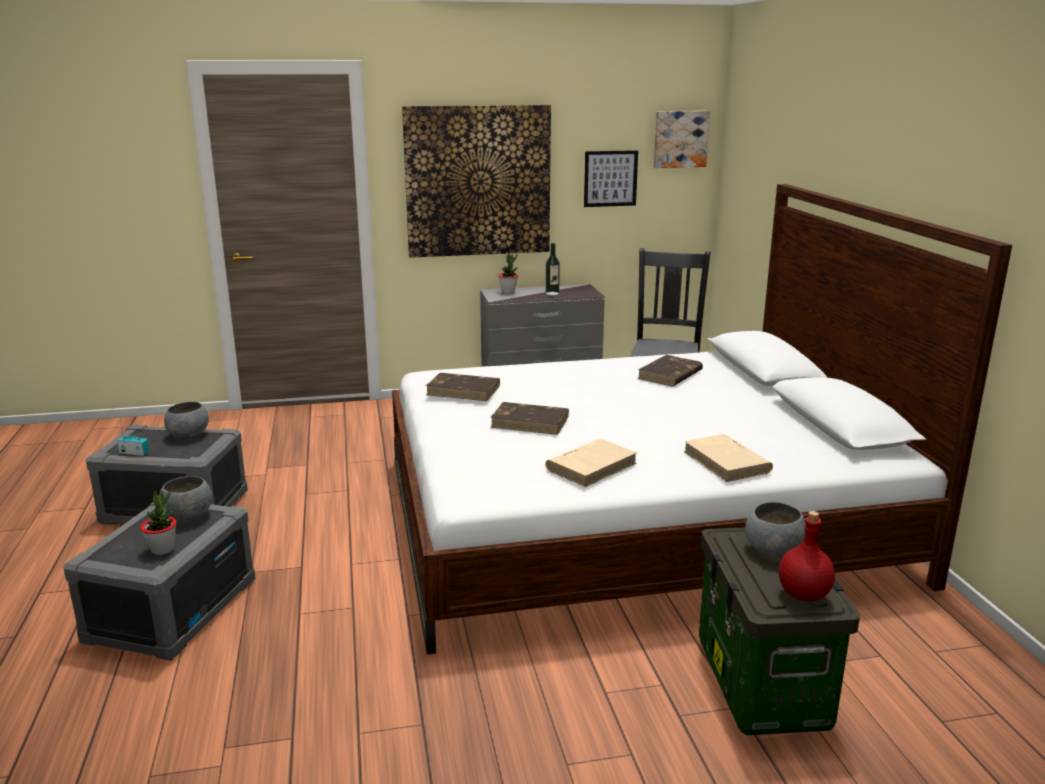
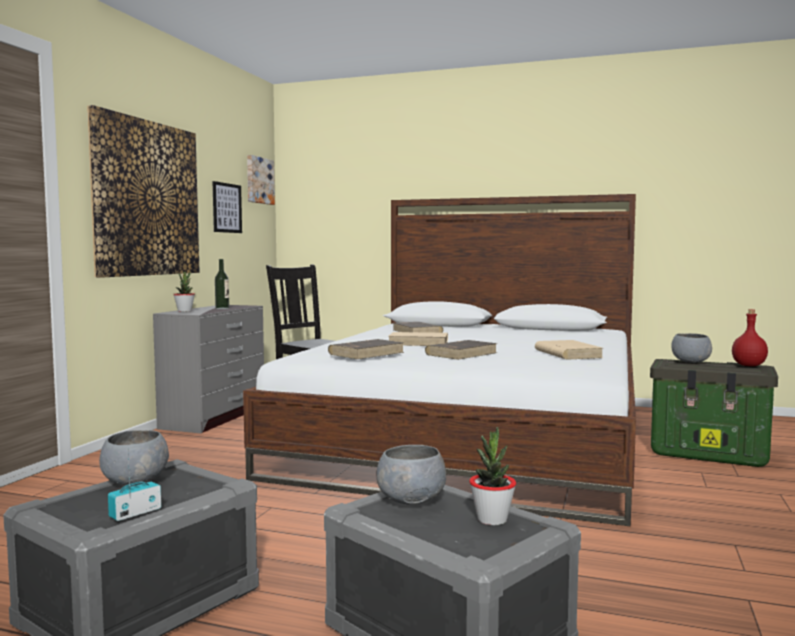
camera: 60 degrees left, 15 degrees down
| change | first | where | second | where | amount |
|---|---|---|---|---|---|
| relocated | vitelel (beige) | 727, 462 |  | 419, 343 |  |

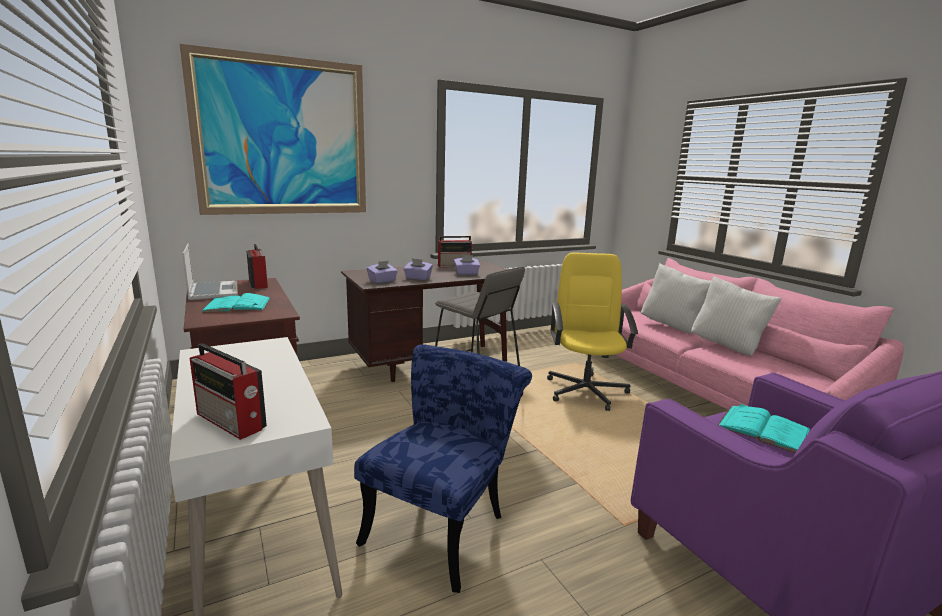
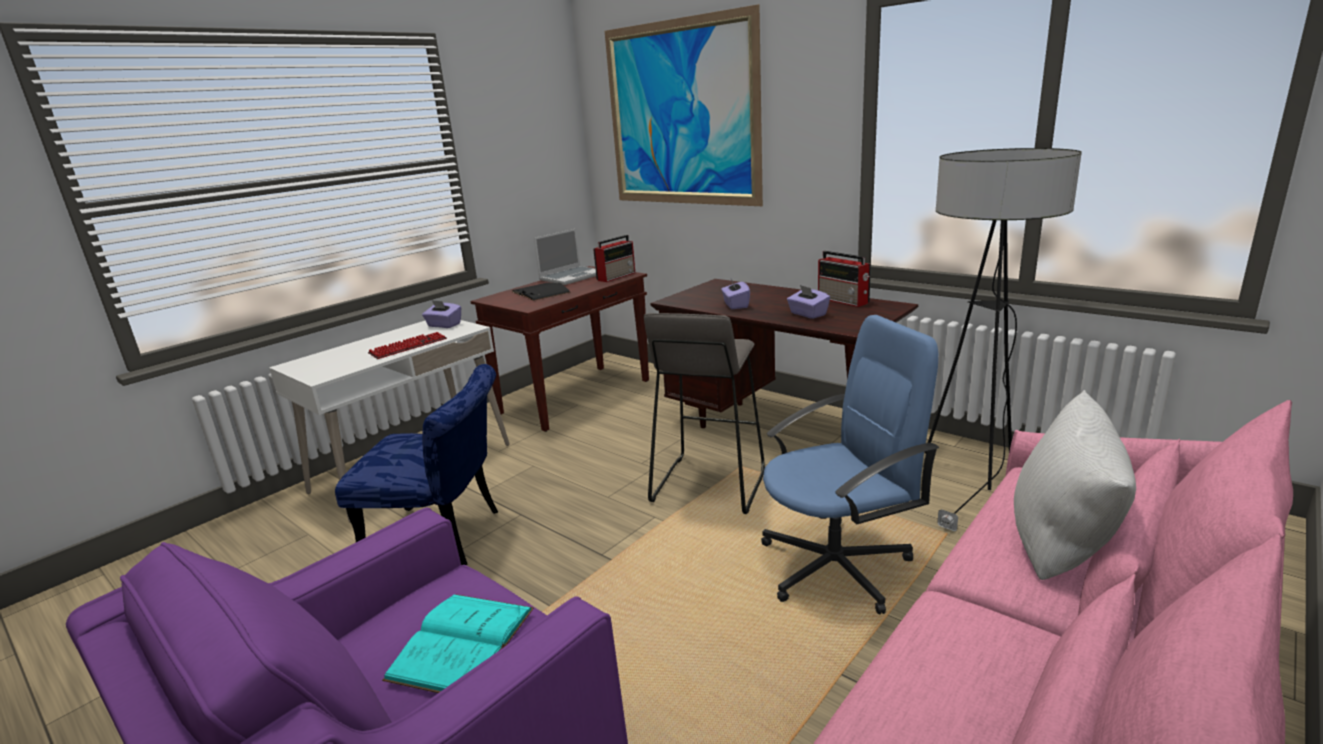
camera: 70 degrees right, 5 degrees up
| change | first | where | second | where | amount |
|---|---|---|---|---|---|
| missing | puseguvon | 231, 421 |  |  |  |
| missing | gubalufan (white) | 727, 347 |  |  |  |
| appeared |  |  | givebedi | 408, 347 |  |
| appeared |  |  | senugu | 973, 473 |  |
| relocated | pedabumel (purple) | 382, 281 |  | 444, 325 |  |
| colour | vitelel (turquoise) | 237, 305 | vitelel (black) | 540, 292 |  |
| colour | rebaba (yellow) | 586, 391 | rebaba (blue) | 837, 566 |  |

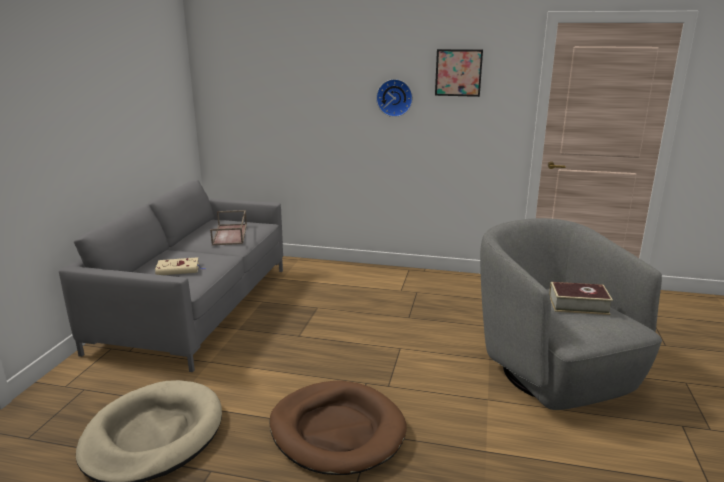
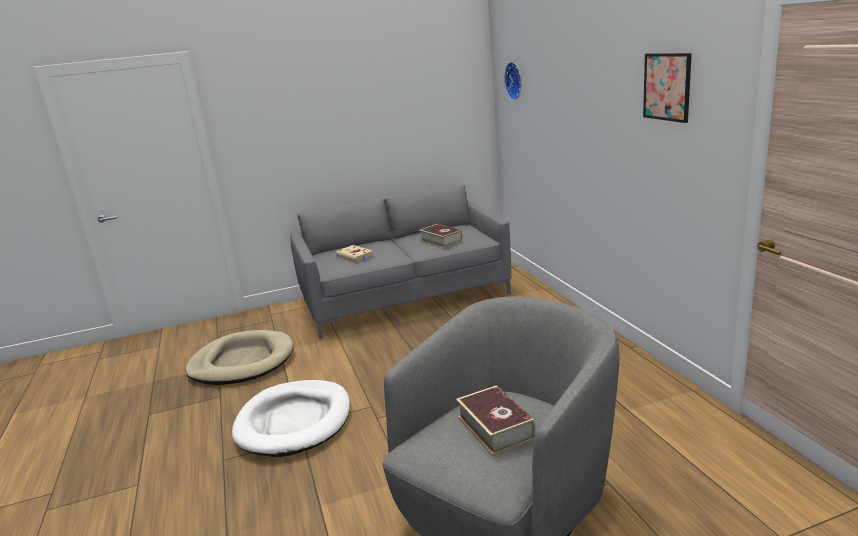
camera: 60 degrees right, 0 degrees up
| change | first | where | second | where | amount |
|---|---|---|---|---|---|
| relocated | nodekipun | 394, 97 |  | 515, 80 |  |
| exchanged | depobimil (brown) | 230, 234 | vitelel | 441, 240 |  |
| colour | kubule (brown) | 337, 431 | kubule (white) | 294, 421 |  |

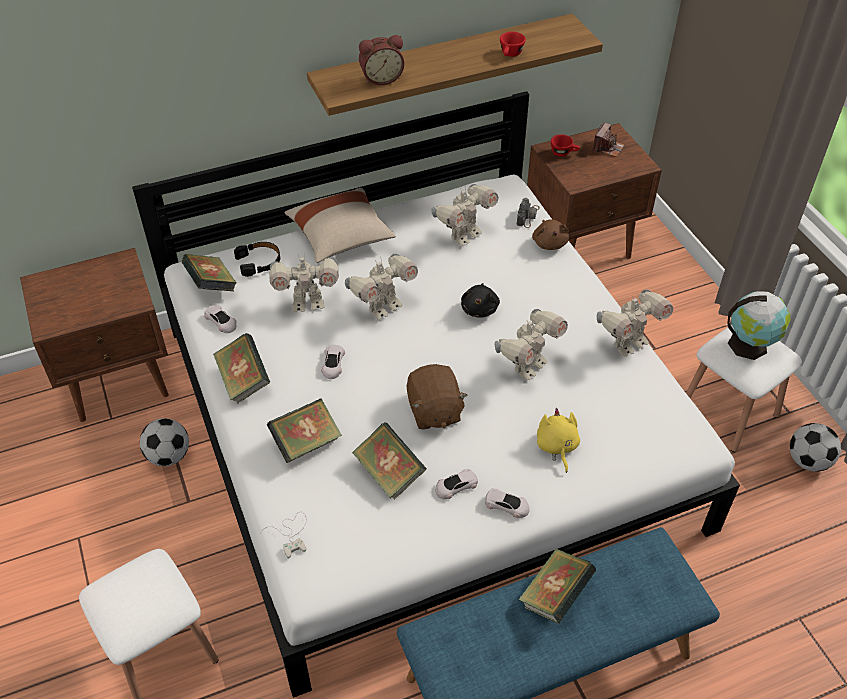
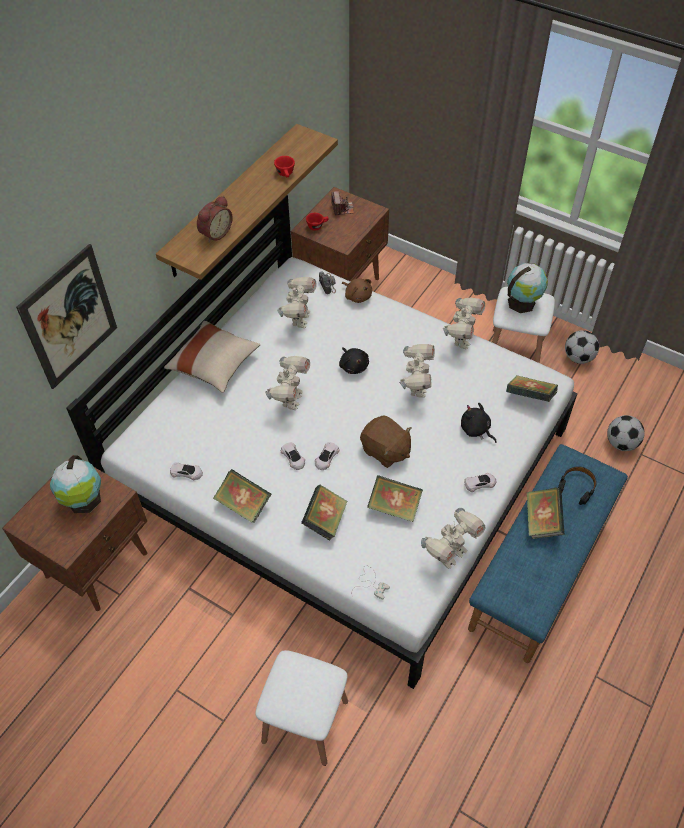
camera: 35 degrees left, 5 degrees up
| change | first | where | second | where | amount |
|---|---|---|---|---|---|
| appeared |  |  | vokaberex | 69, 317 |  |
| appeared |  |  | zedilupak | 84, 501 |  |
| relocated | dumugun | 168, 456 |  | 621, 443 |  |
| relocated | vitelel | 211, 285 |  | 529, 397 |  |
| relocated | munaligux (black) | 259, 262 |  | 577, 486 |  |
| relocated | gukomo | 307, 303 |  | 450, 554 |  |
| relocated | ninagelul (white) | 455, 486 |  | 326, 457 |  |
| colour | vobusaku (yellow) | 556, 447 | vobusaku (black) | 476, 430 |  |

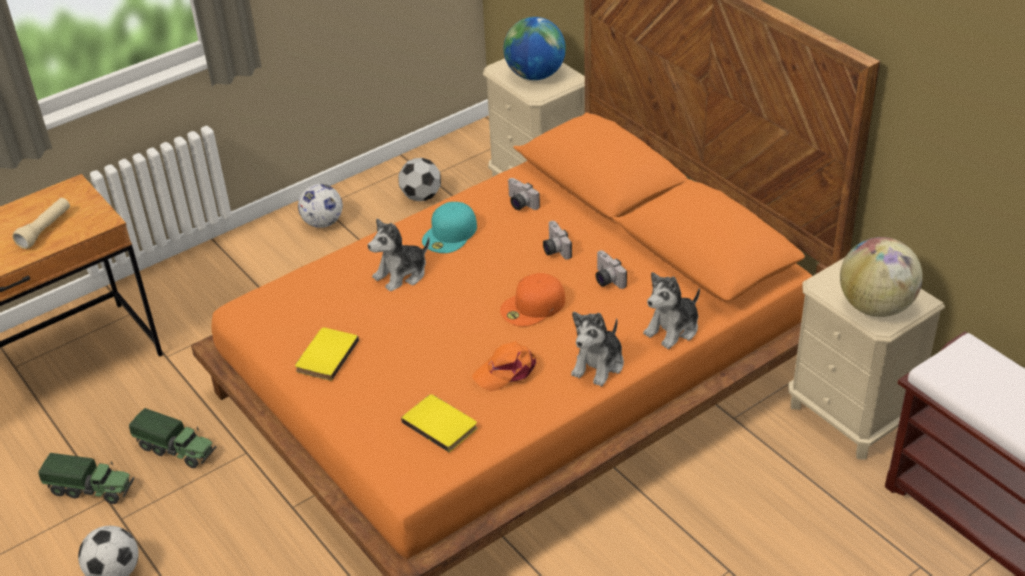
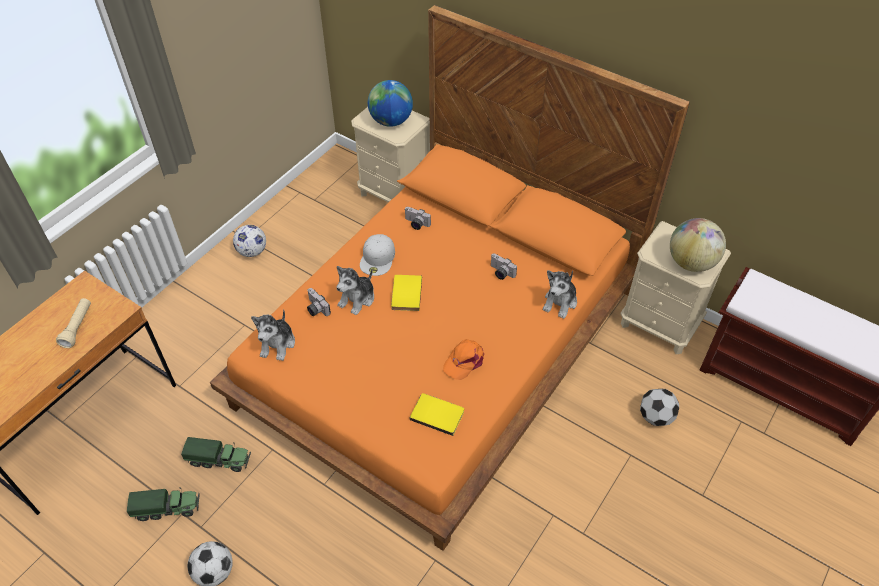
camera: 20 degrees left, 10 degrees up
| change | first | where | second | where | amount |
|---|---|---|---|---|---|
| missing | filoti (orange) | 533, 306 |  |  |  |
| relocated | vitelel (yellow) | 325, 355 |  | 405, 294 |  |
| relocated | dumugun | 421, 196 |  | 655, 417 |  |
| relocated | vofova | 554, 249 |  | 315, 309 |  |
| relocated | vobusaku | 599, 365 |  | 278, 344 |  |
| colour | filoti (turquoise) | 450, 234 | filoti (white) | 378, 258 |  |

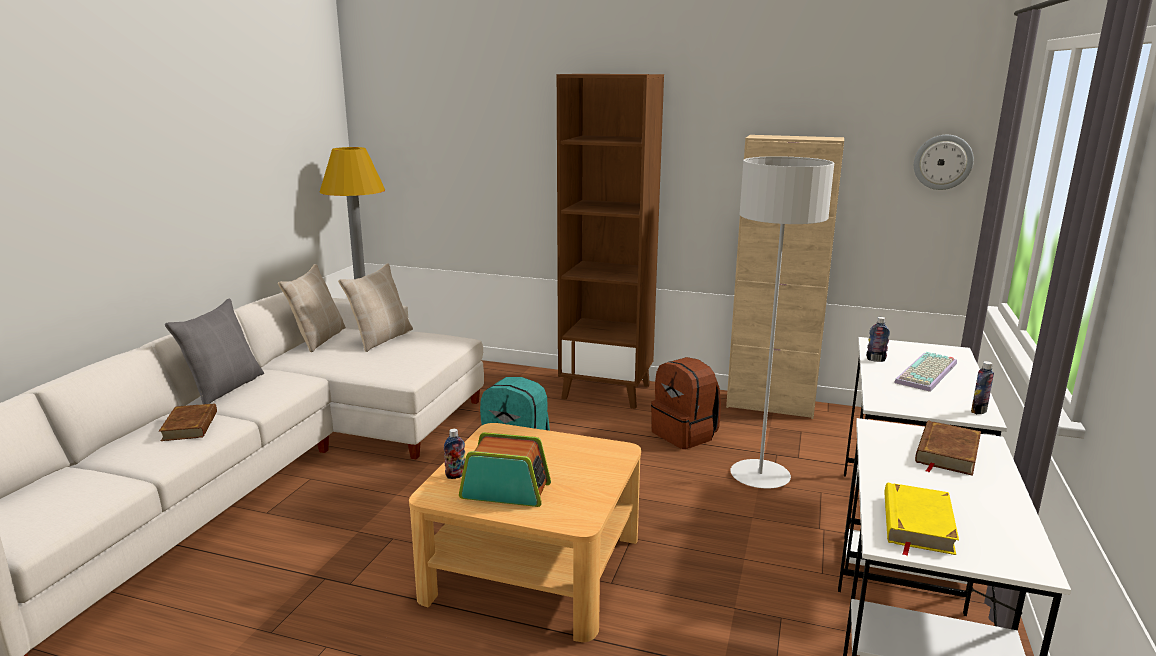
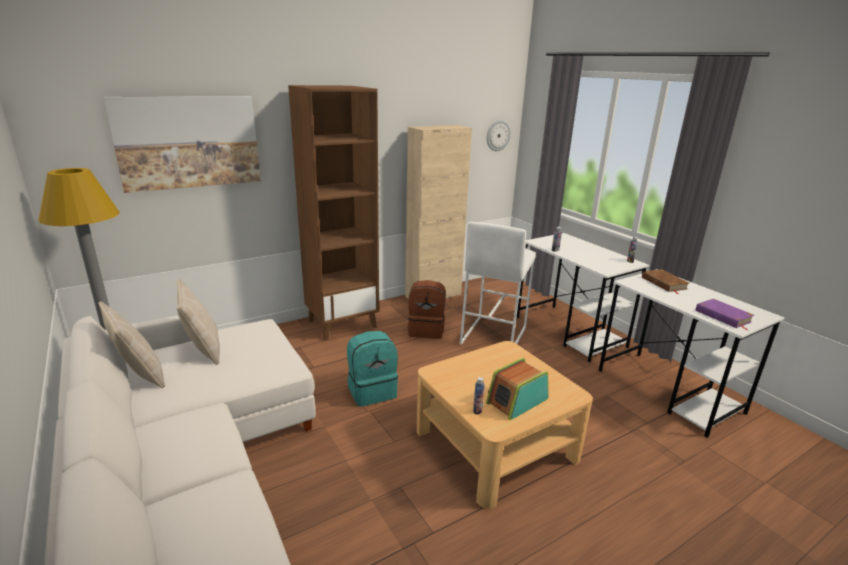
camera: 50 degrees left, 5 degrees up
| change | first | where | second | where | amount |
|---|---|---|---|---|---|
| missing | vitelel (brown) | 190, 426 |  |  |  |
| missing | gubalufan (grey) | 224, 388 |  |  |  |
| missing | givebedi | 928, 373 |  |  |  |
| appeared |  |  | vokaberex | 188, 142 |  |
| exchanged | senugu (grey) | 760, 476 | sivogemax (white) | 492, 335 |  |
| colour | vitelel (yellow) | 916, 524 | vitelel (purple) | 723, 316 |  |

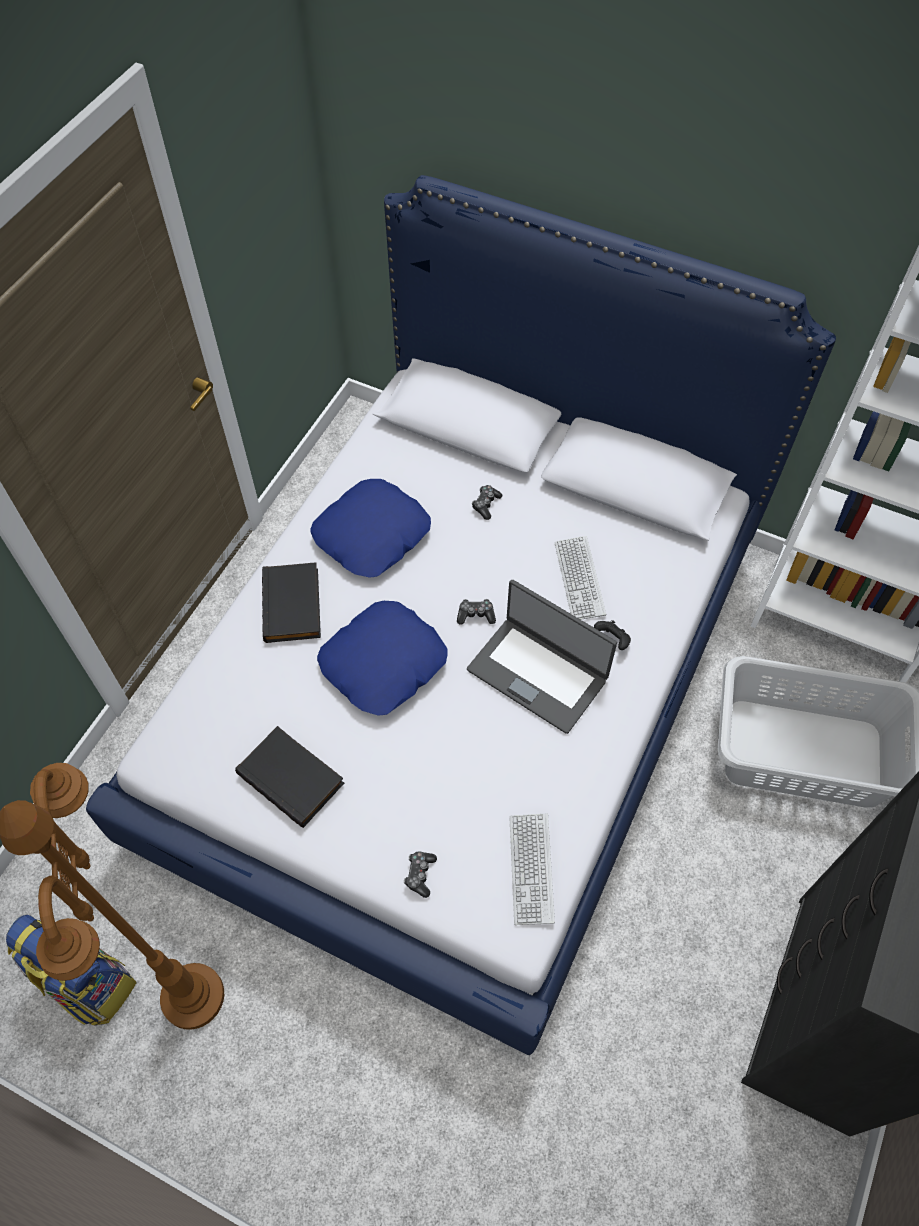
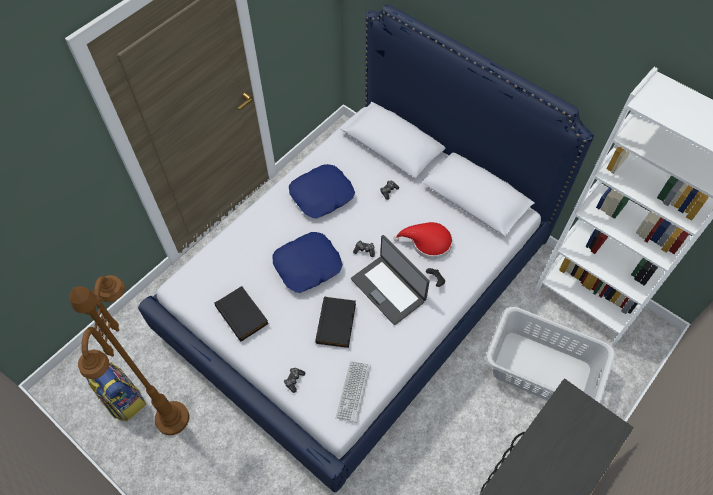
camera: 15 degrees right, 0 degrees up
| change | first | where | second | where | amount |
|---|---|---|---|---|---|
| relocated | vitelel (black) | 294, 605 |  | 337, 324 |  |
| exchanged | givebedi | 579, 579 | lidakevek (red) | 427, 243 |  |

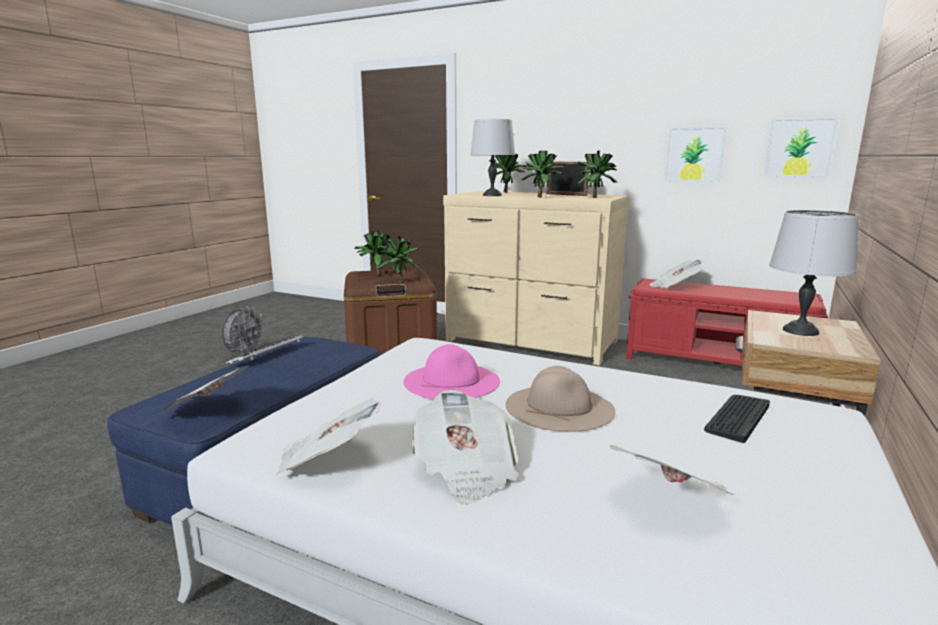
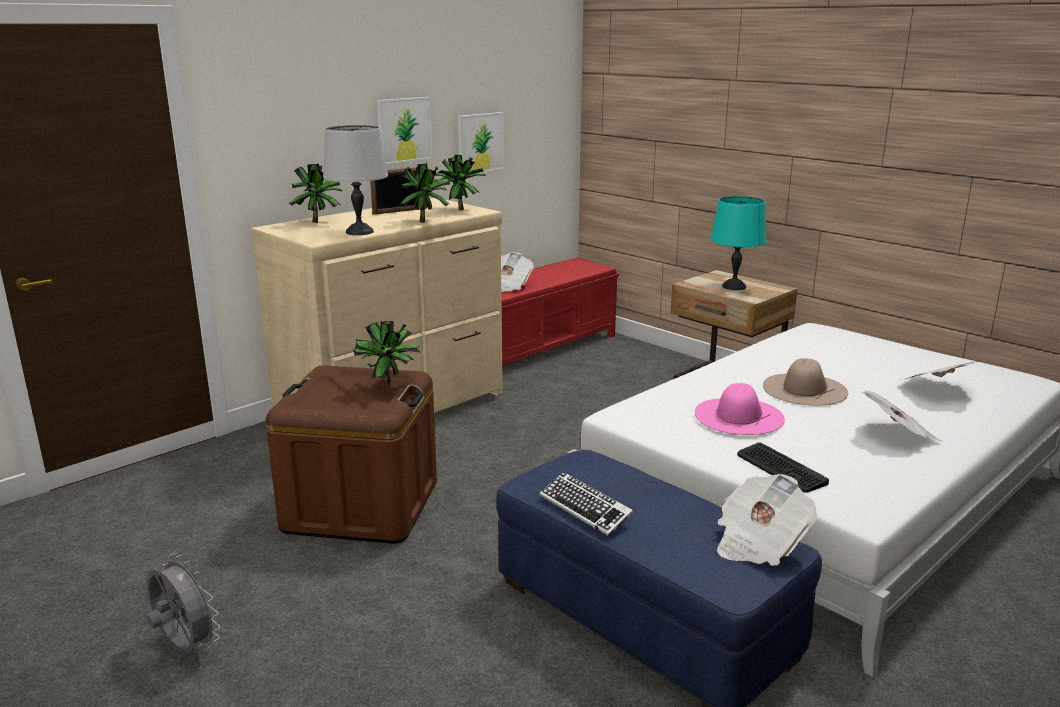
camera: 70 degrees left, 5 degrees up
| change | first | where | second | where | amount |
|---|---|---|---|---|---|
| missing | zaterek | 328, 460 |  |  |  |
| missing | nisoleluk | 376, 274 |  |  |  |
| relocated | givebedi | 737, 417 |  | 780, 469 |  |
| relocated | vokaberex | 800, 148 |  | 404, 130 |  |
| colour | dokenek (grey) | 799, 331 | dokenek (turquoise) | 734, 287 |  |

